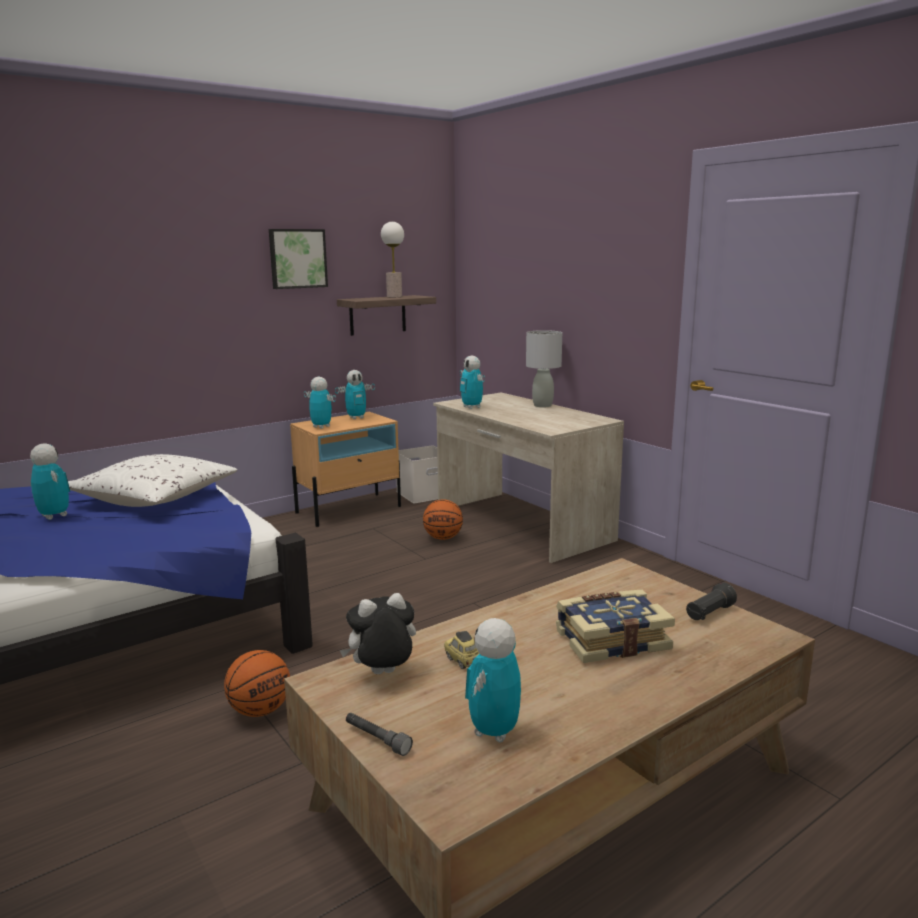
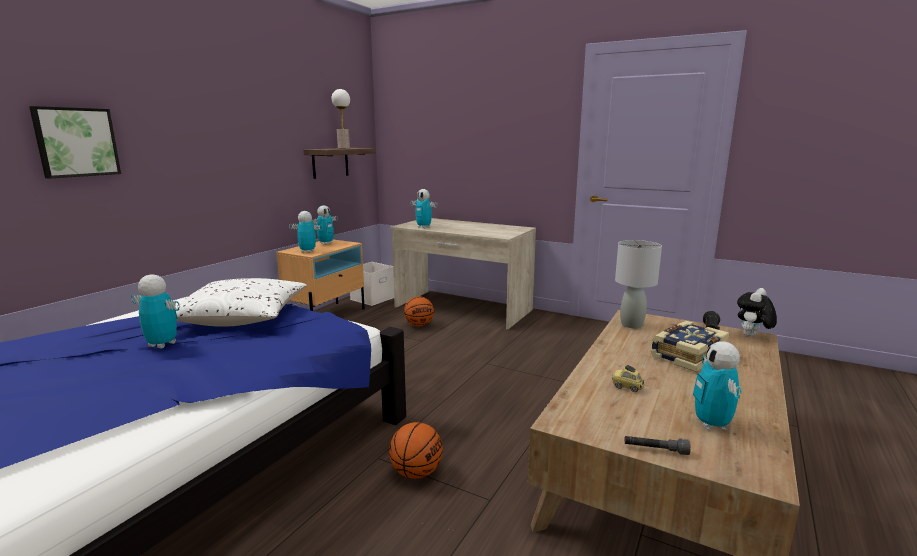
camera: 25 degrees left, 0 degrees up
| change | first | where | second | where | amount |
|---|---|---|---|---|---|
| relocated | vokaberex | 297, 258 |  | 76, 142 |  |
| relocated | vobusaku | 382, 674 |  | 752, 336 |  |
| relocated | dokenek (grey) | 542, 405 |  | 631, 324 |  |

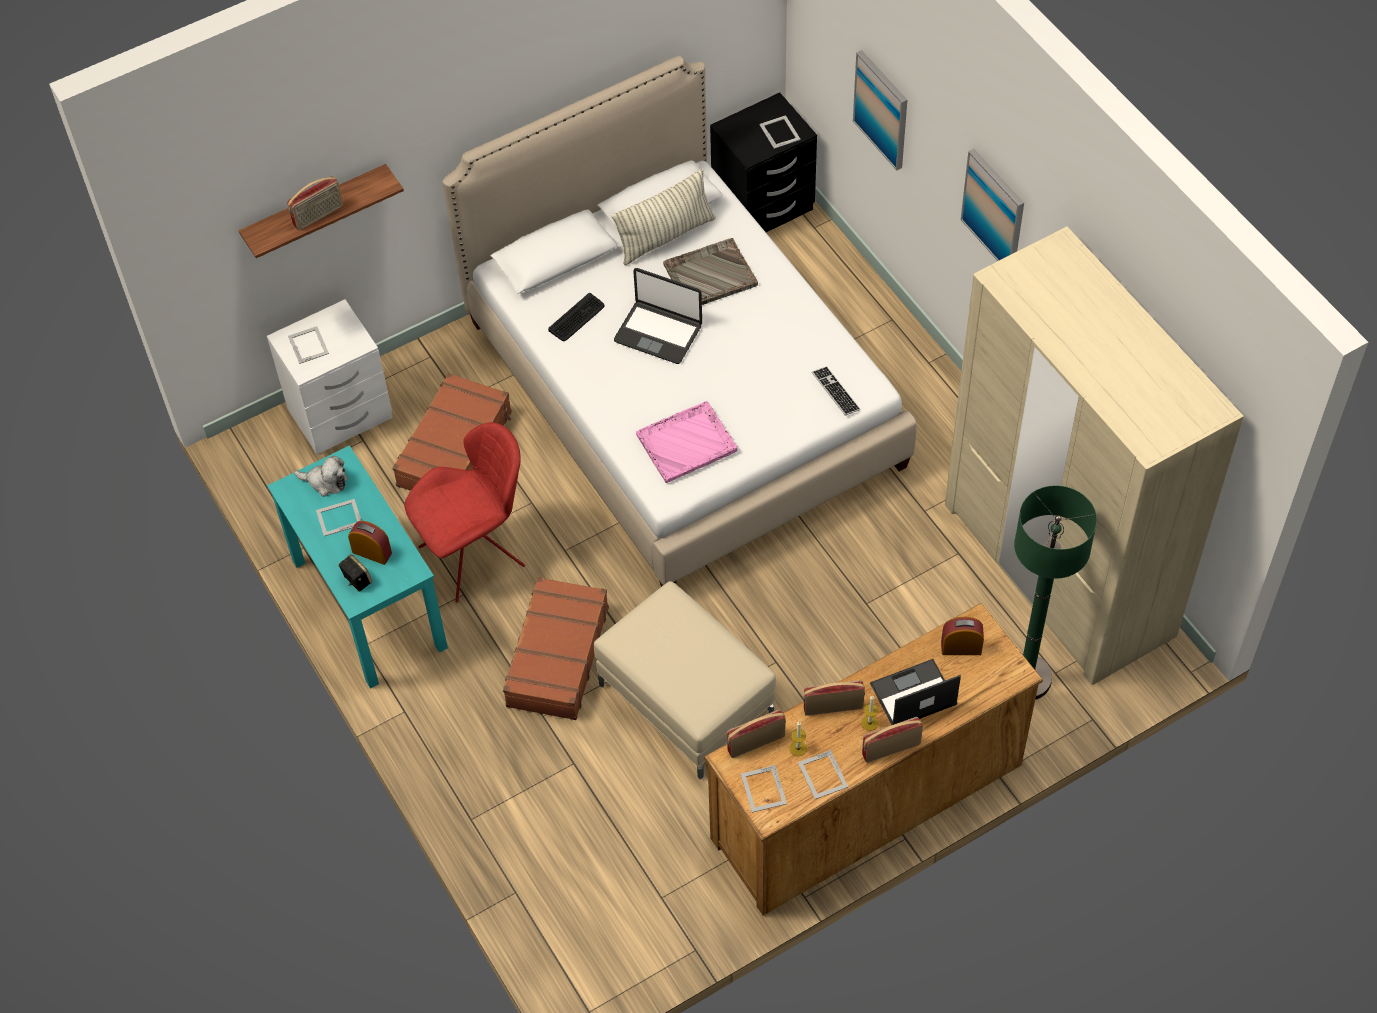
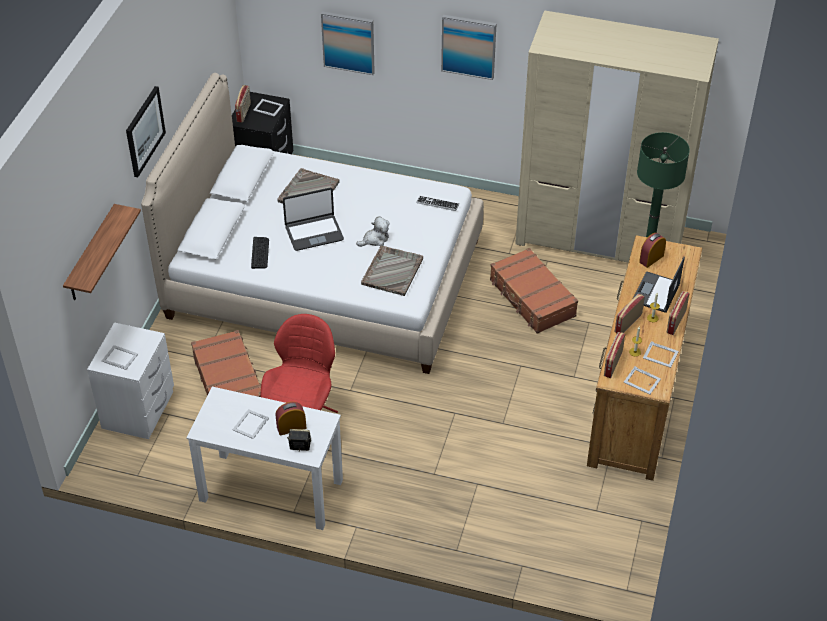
camera: 45 degrees left, 10 degrees down
| change | first | where | second | where | amount |
|---|---|---|---|---|---|
| missing | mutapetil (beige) | 684, 700 |  |  |  |
| missing | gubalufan | 665, 236 |  |  |  |
| appeared |  |  | vokaberex | 144, 131 |  |
| relocated | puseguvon | 318, 216 |  | 244, 112 |  |
| relocated | vobusaku | 325, 482 |  | 375, 239 |  |
| relocated | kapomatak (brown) | 556, 657 |  | 532, 298 |  |
| colour | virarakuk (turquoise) | 368, 603 | virarakuk (white) | 270, 490 |  |
| colour | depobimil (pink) | 687, 443 | depobimil (grey) | 392, 271 |  |

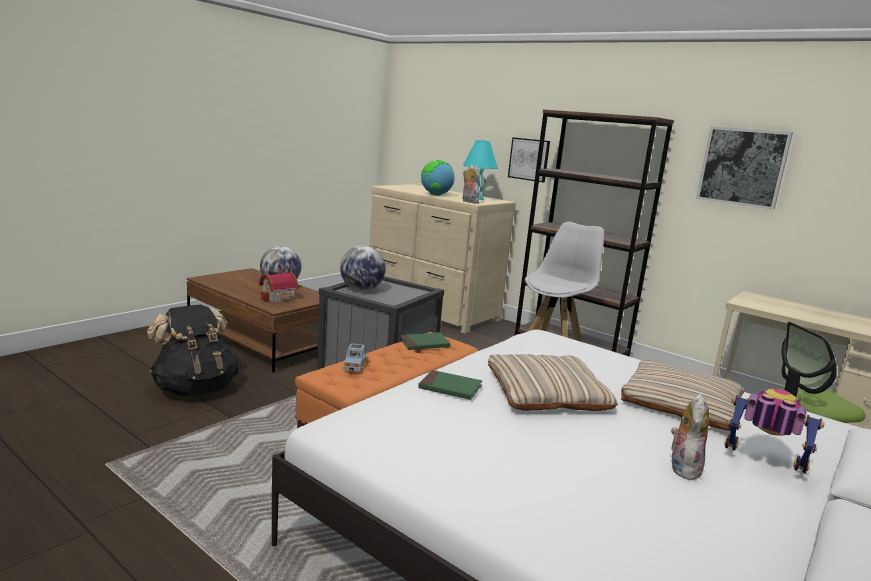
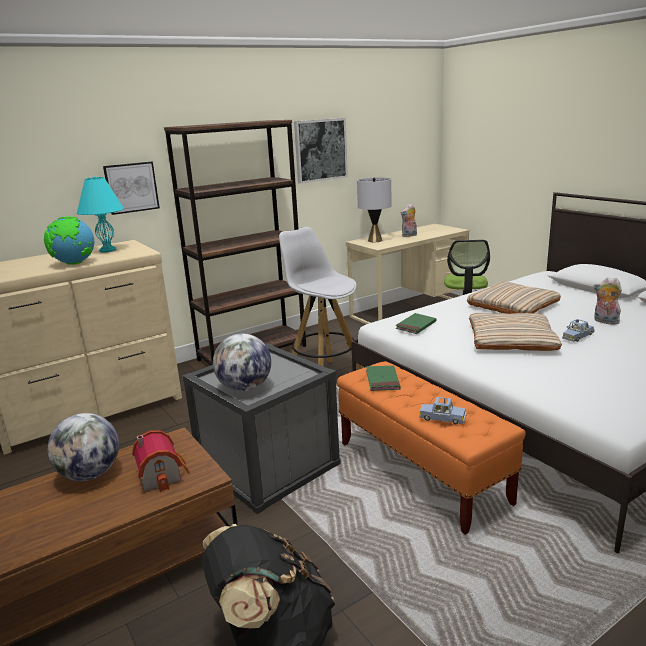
camera: 70 degrees left, 5 degrees up
| change | first | where | second | where | amount |
|---|---|---|---|---|---|
| missing | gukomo | 762, 463 |  |  |  |
| appeared |  |  | dokenek (grey) | 375, 240 |  |
| appeared |  |  | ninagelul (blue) | 577, 336 |  |
| relocated | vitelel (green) | 450, 388 |  | 416, 325 |  |
| relocated | vobusaku | 468, 202 |  | 409, 235 |  |

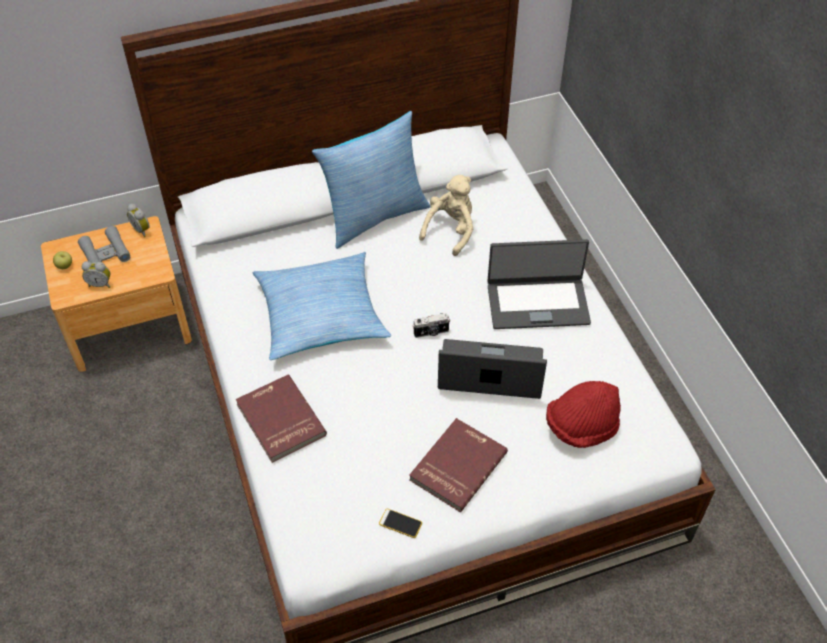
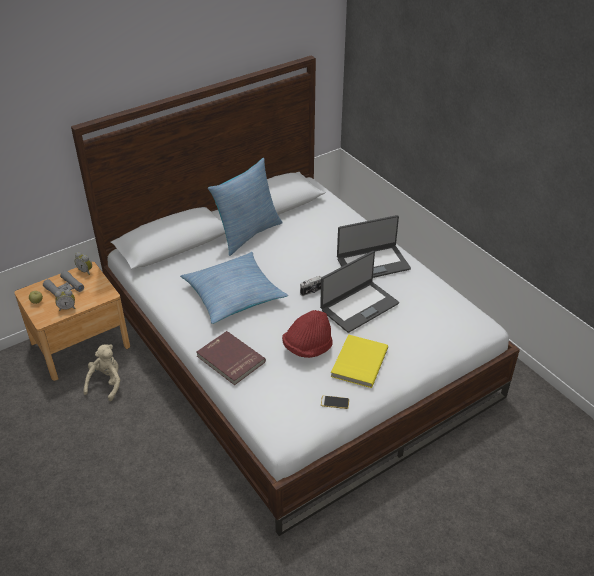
camera: 15 degrees left, 10 degrees down
| change | first | where | second | where | amount |
|---|---|---|---|---|---|
| relocated | vobusaku (beige) | 451, 230 |  | 106, 383 |  |
| relocated | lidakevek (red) | 581, 427 |  | 307, 347 |  |
| colour | vitelel (red) | 456, 465 | vitelel (yellow) | 358, 362 |  |
| spun | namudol | 490, 372 |  | 358, 306 | 150 degrees clockwise |

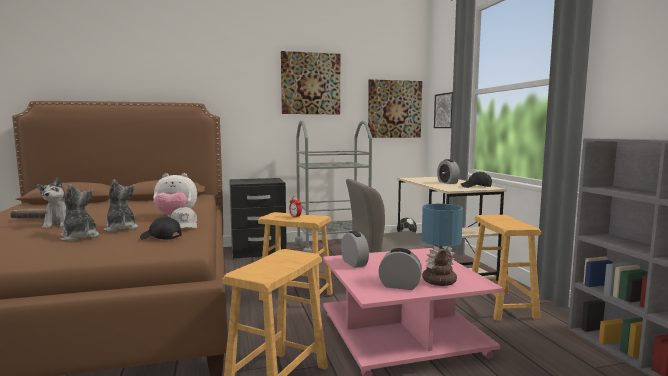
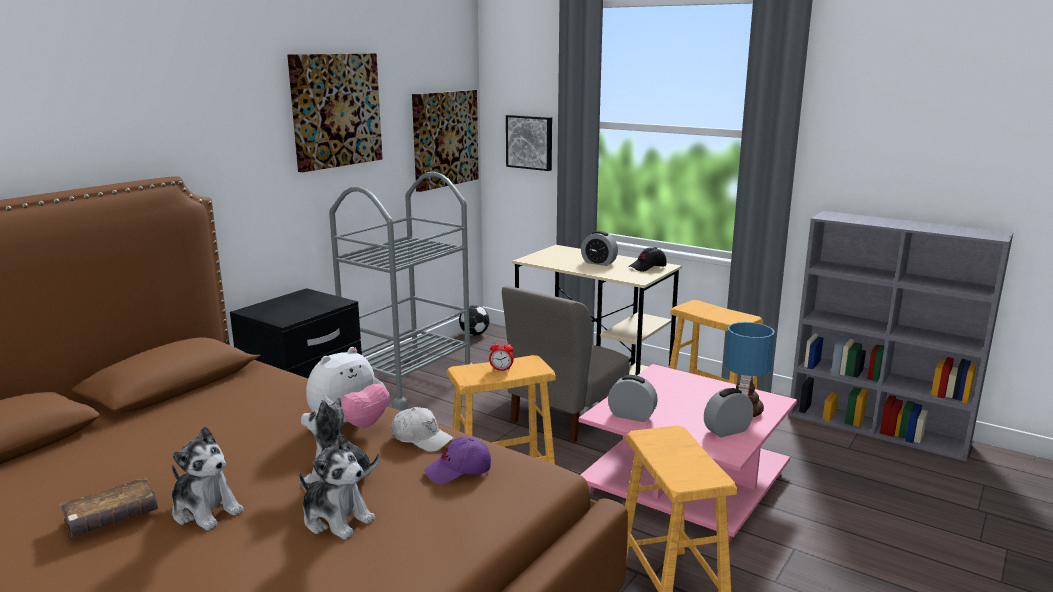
camera: 40 degrees left, 10 degrees up
| change | first | where | second | where | amount |
|---|---|---|---|---|---|
| colour | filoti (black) | 160, 238 | filoti (purple) | 458, 471 |  |
| spun | vobusaku | 79, 237 |  | 336, 519 | 150 degrees counterclockwise |

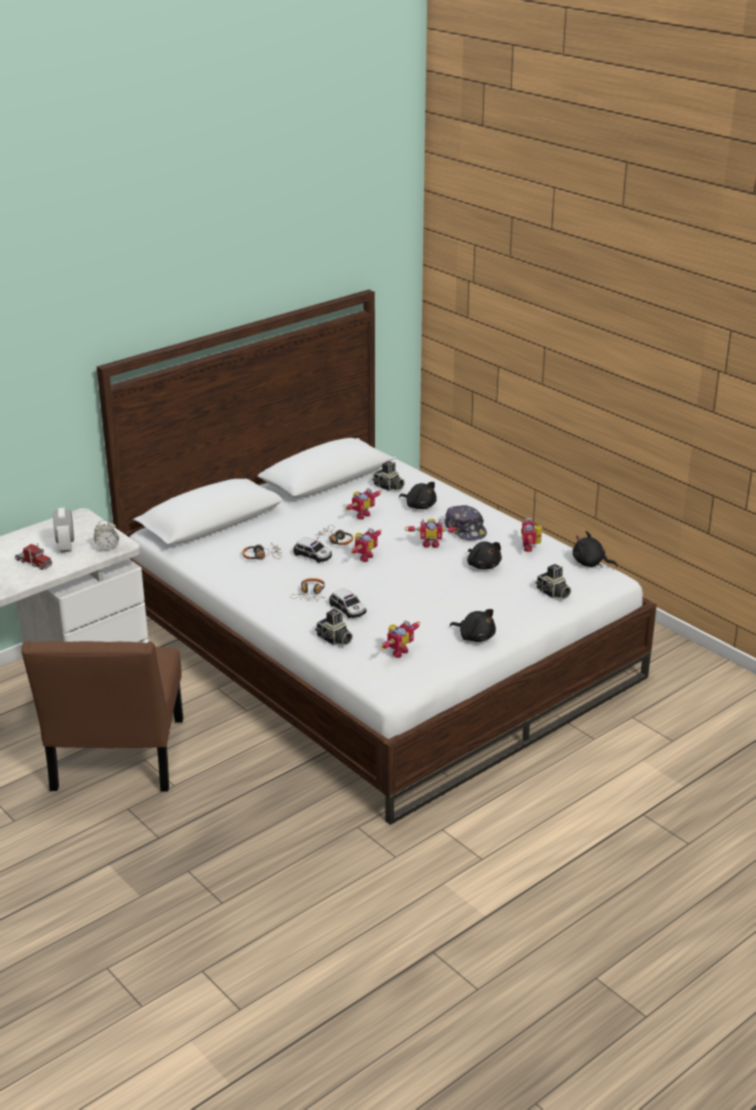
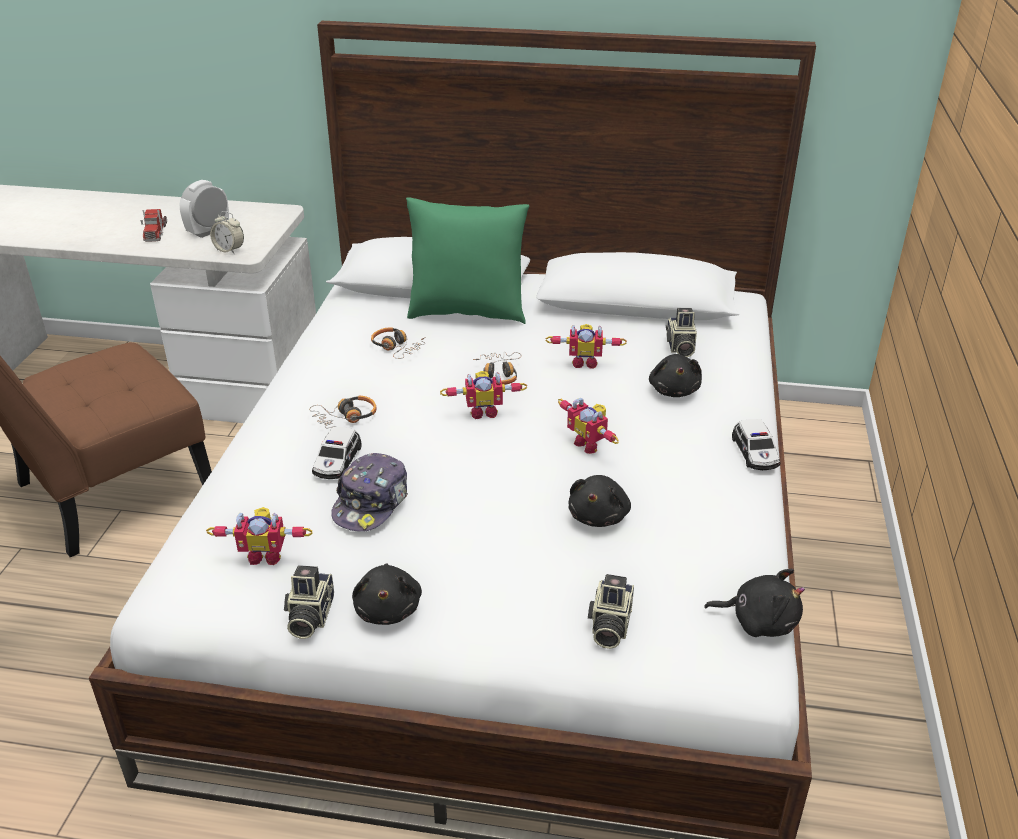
camera: 50 degrees right, 5 degrees up
| change | first | where | second | where | amount |
|---|---|---|---|---|---|
| missing | gukomo | 530, 548 |  |  |  |
| appeared |  |  | gubalufan (green) | 467, 312 |  |
| relocated | ninagelul | 313, 555 |  | 755, 453 |  |
| relocated | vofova | 334, 639 |  | 309, 616 |  |
| relocated | filoti | 465, 529 |  | 371, 503 |  |
| spun | vobusaku (black) | 590, 563 |  | 759, 621 | 120 degrees clockwise |

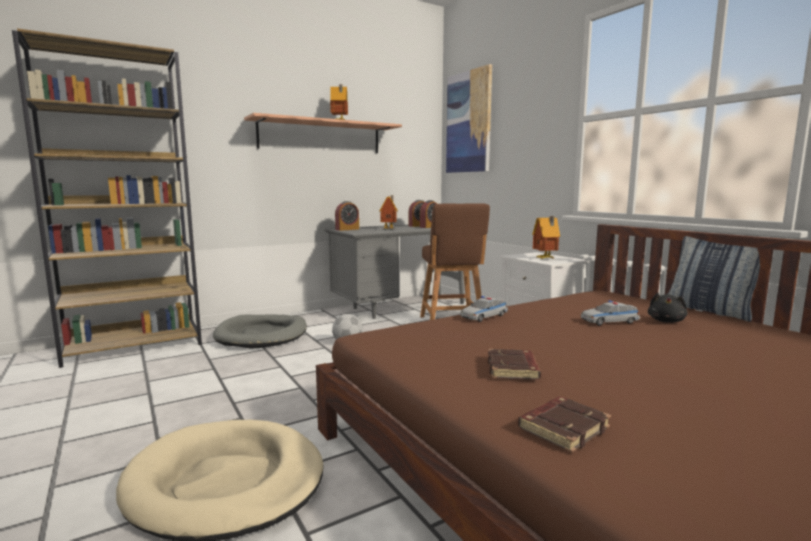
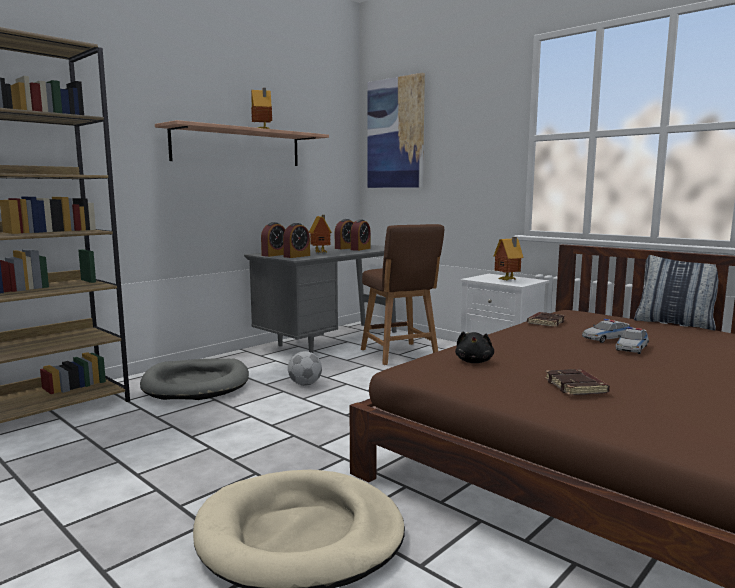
camera: 15 degrees left, 0 degrees up
| change | first | where | second | where | amount |
|---|---|---|---|---|---|
| appeared |  |  | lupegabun | 297, 256 |  |
| relocated | ninagelul | 484, 316 |  | 632, 348 |  |
| relocated | vitelel (brown) | 563, 428 |  | 545, 322 |  |
| relocated | vobusaku (black) | 666, 321 |  | 474, 361 |  |

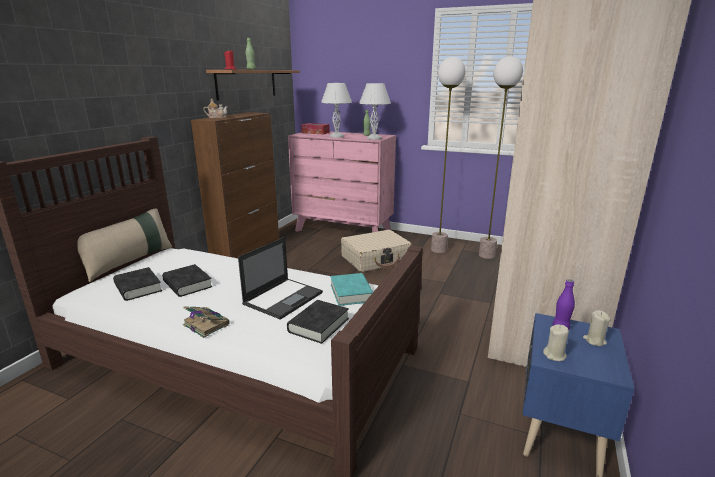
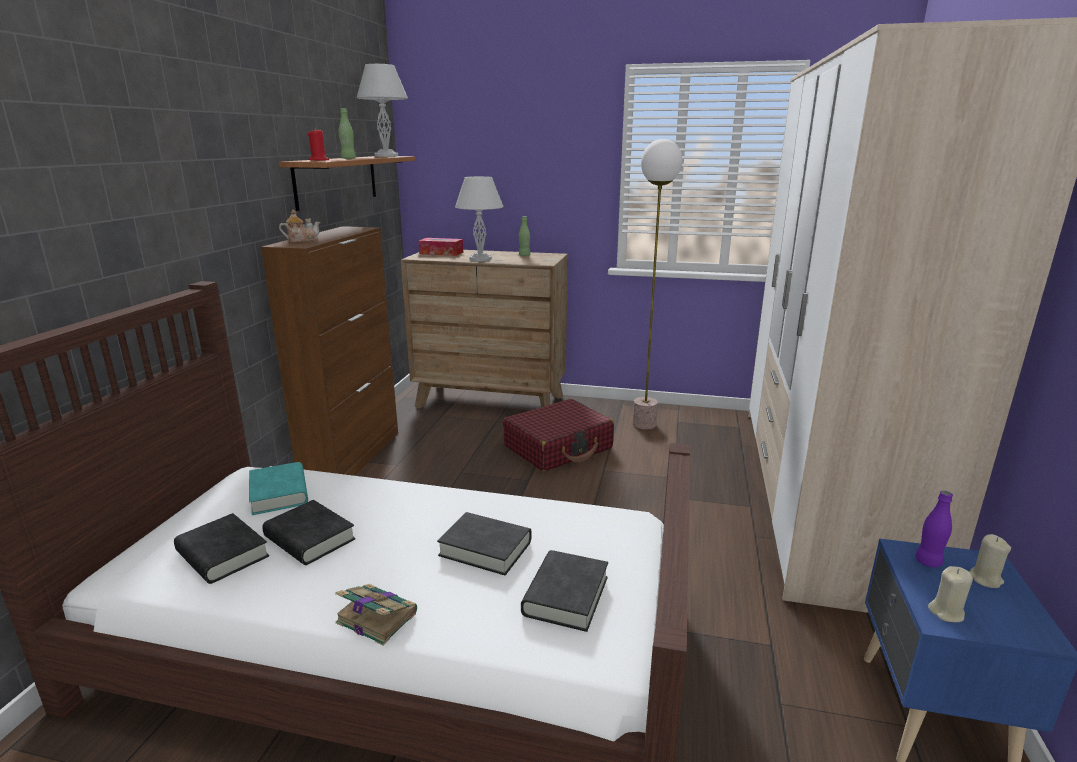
camera: 10 degrees left, 0 degrees up
| change | first | where | second | where | amount |
|---|---|---|---|---|---|
| missing | gubalufan (beige) | 129, 262 |  |  |  |
| missing | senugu | 486, 255 |  |  |  |
| relocated | vitelel (turquoise) | 351, 293 |  | 279, 493 |  |
| relocated | dokenek (white) | 374, 138 |  | 387, 156 |  |
| exchanged | namudol | 283, 298 | vitelel (black) | 485, 548 |  |
| colour | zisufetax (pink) | 343, 230 | zisufetax (brown) | 490, 401 |  |
| colour | kapomatak (beige) | 376, 259 | kapomatak (red) | 558, 447 |  |

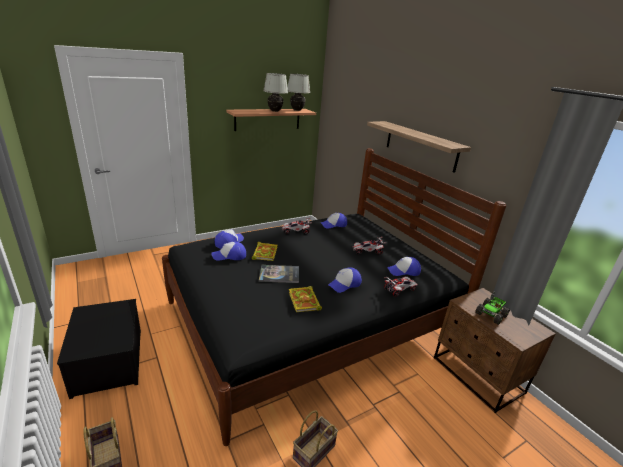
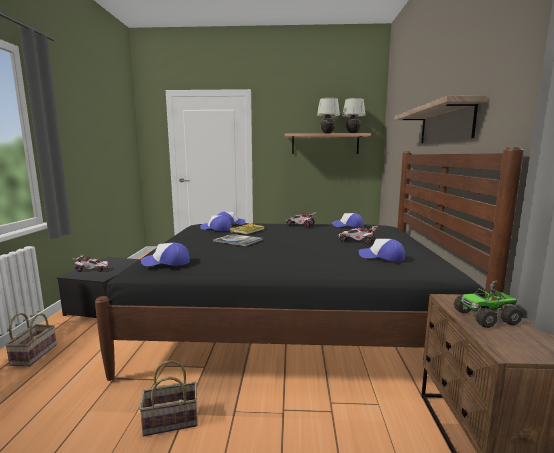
camera: 35 degrees right, 15 degrees down
| change | first | where | second | where | amount |
|---|---|---|---|---|---|
| missing | vitelel | 304, 301 |  |  |  |
| relocated | filoti | 344, 284 |  | 166, 262 |  |
| relocated | ninagelul | 399, 290 |  | 92, 269 |  |

